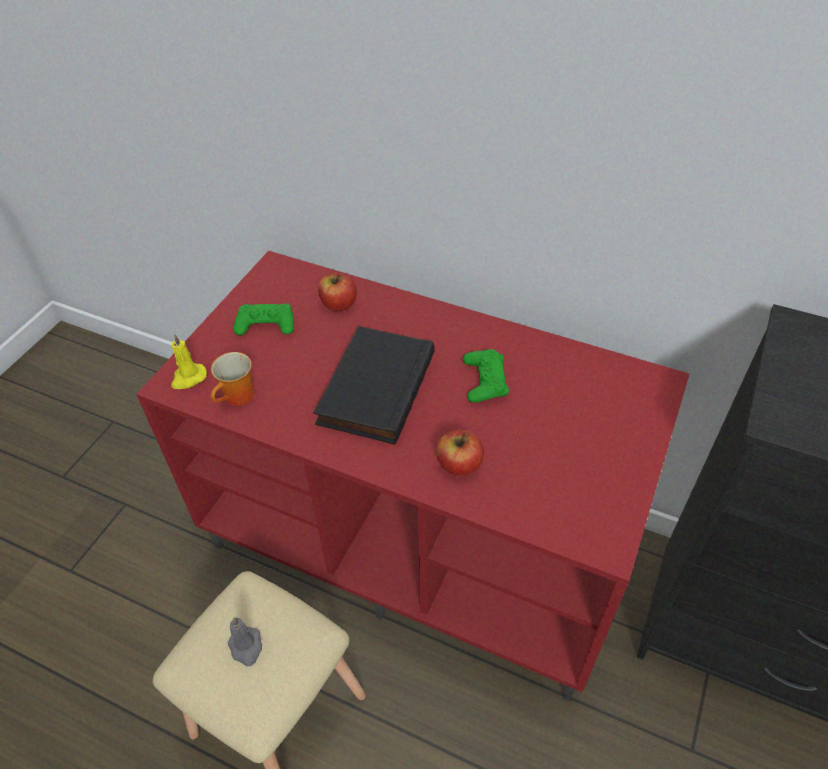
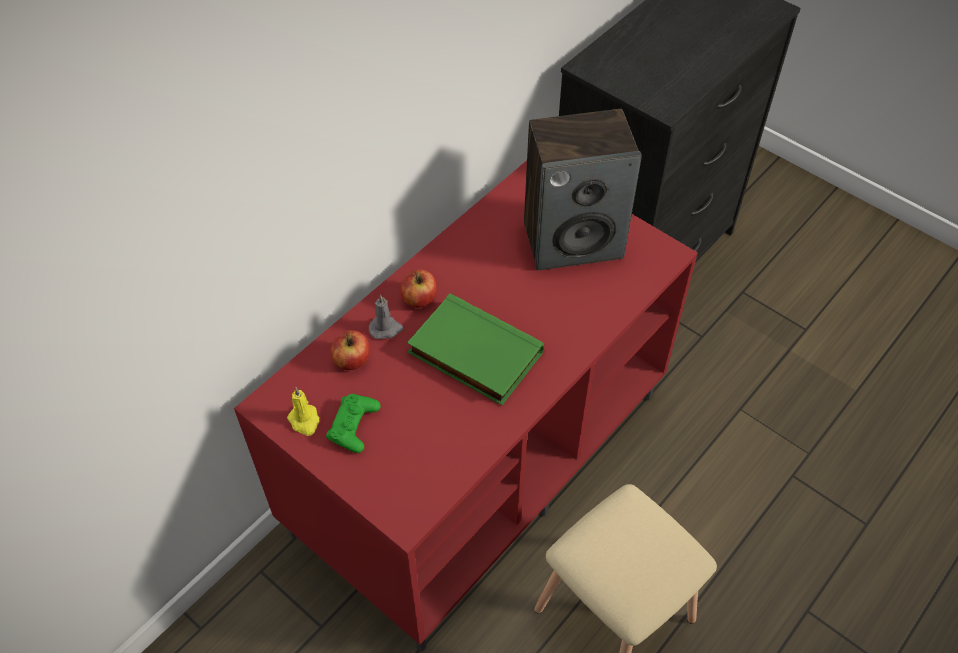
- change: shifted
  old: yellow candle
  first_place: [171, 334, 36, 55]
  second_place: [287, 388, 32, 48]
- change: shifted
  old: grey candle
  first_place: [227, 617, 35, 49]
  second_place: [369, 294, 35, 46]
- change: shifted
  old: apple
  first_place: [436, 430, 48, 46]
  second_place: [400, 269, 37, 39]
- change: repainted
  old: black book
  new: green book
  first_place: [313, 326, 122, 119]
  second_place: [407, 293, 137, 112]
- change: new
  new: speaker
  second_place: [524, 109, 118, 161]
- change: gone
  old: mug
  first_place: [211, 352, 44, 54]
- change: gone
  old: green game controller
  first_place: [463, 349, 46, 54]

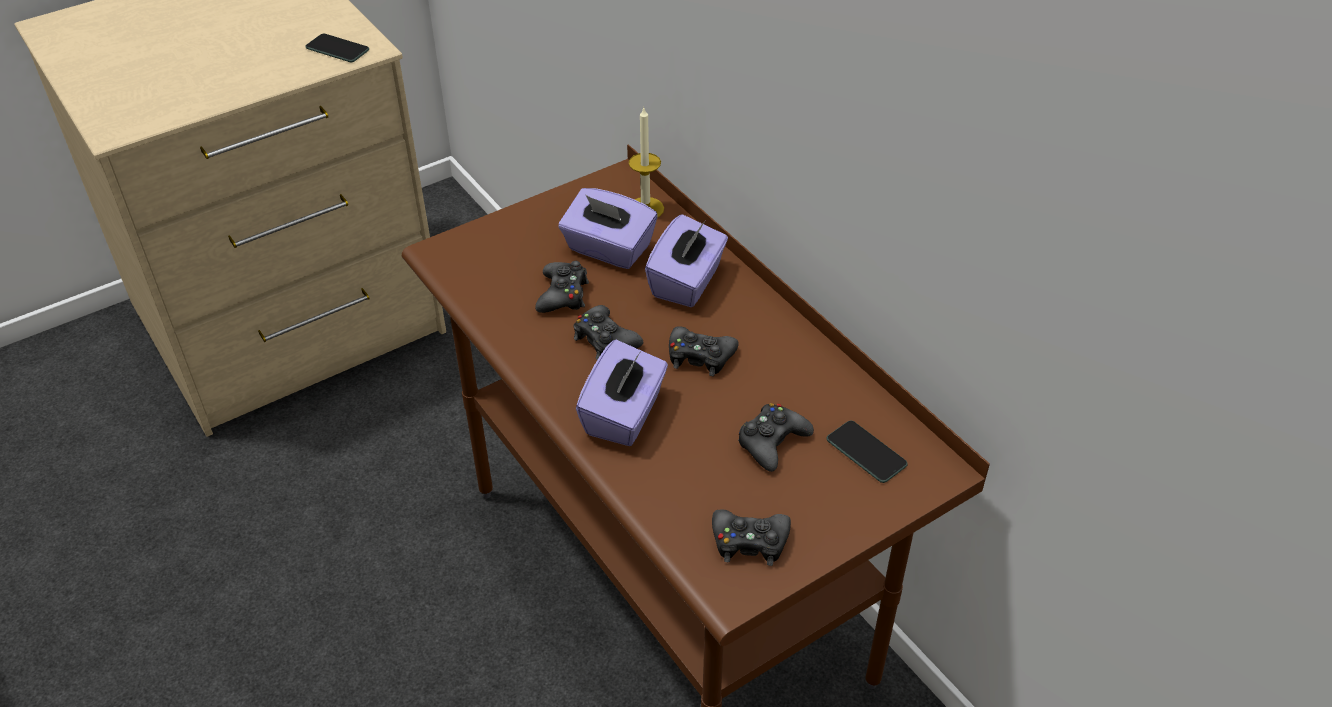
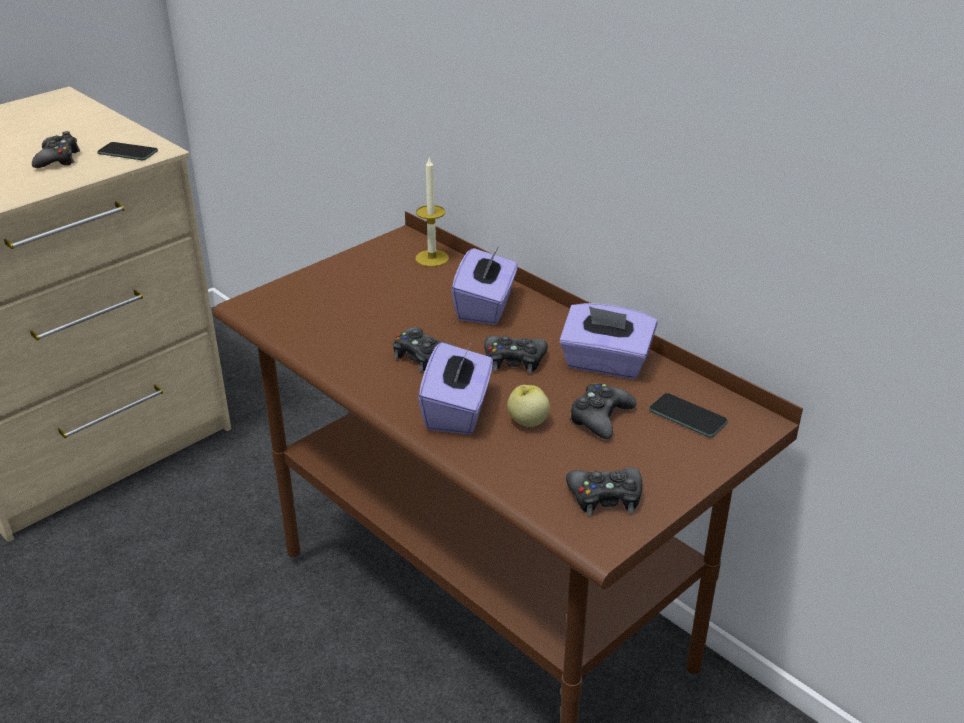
- change: shifted
  old: black game controller
  first_place: [535, 261, 54, 52]
  second_place: [32, 131, 48, 37]
- change: new
  new: apple
  second_place: [507, 385, 43, 42]
- change: shifted
  old: purple tissue box
  first_place: [559, 188, 98, 81]
  second_place: [559, 303, 98, 76]

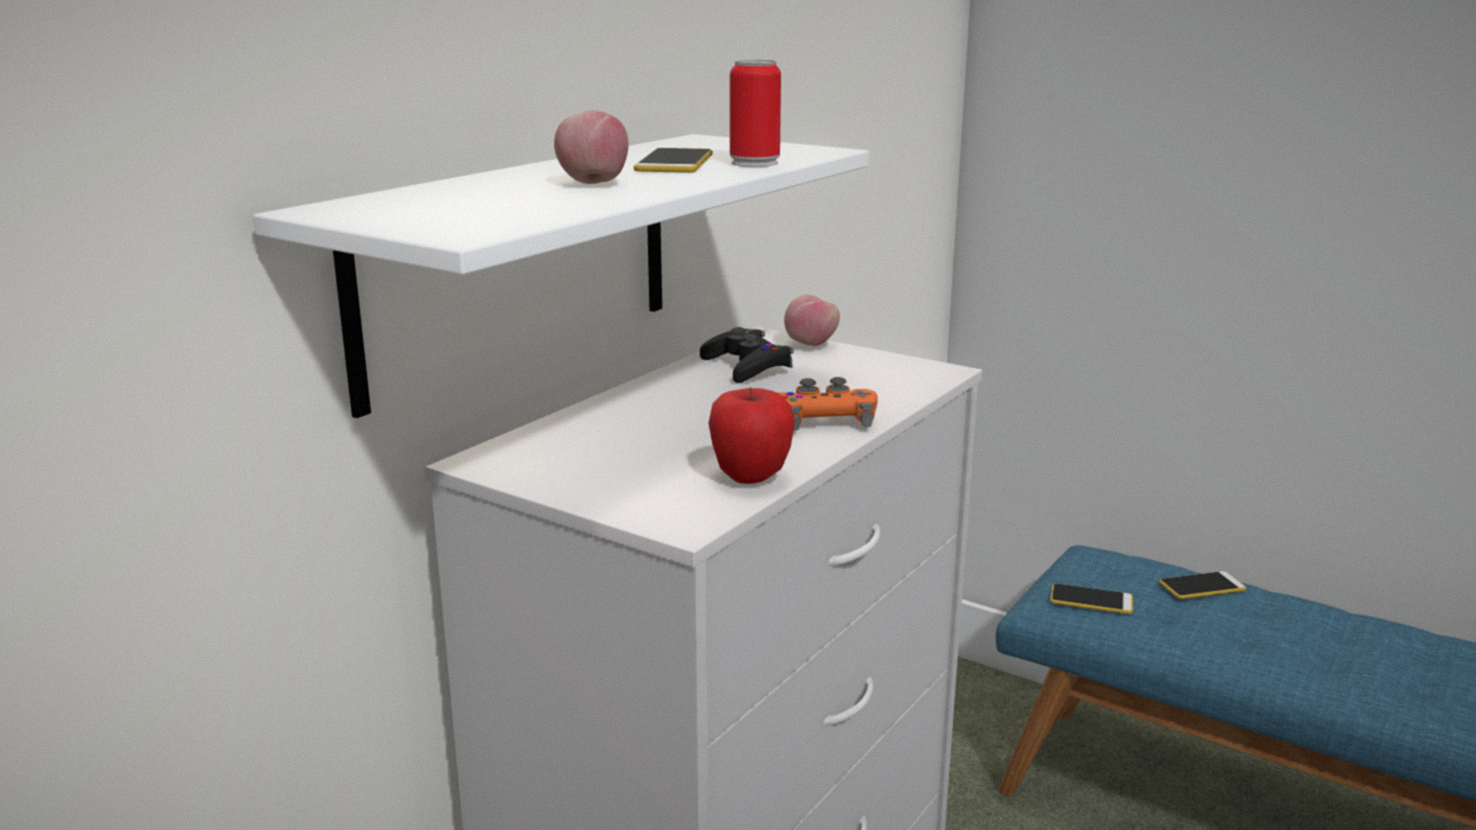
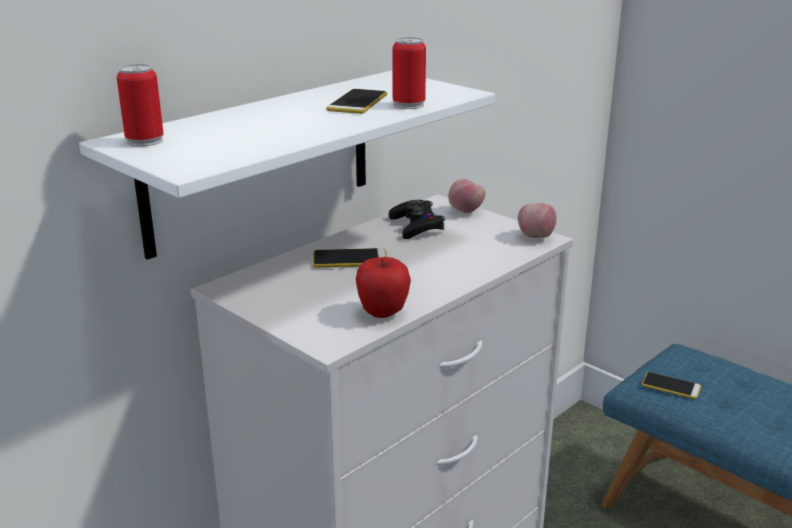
- change: new
  new: can
  second_place: [117, 64, 47, 83]
- change: shifted
  old: phone
  first_place: [1159, 571, 87, 28]
  second_place: [312, 248, 75, 20]
- change: shifted
  old: apple
  first_place: [554, 110, 75, 74]
  second_place: [518, 203, 39, 35]
- change: gone
  old: orange game controller
  first_place: [777, 377, 101, 53]

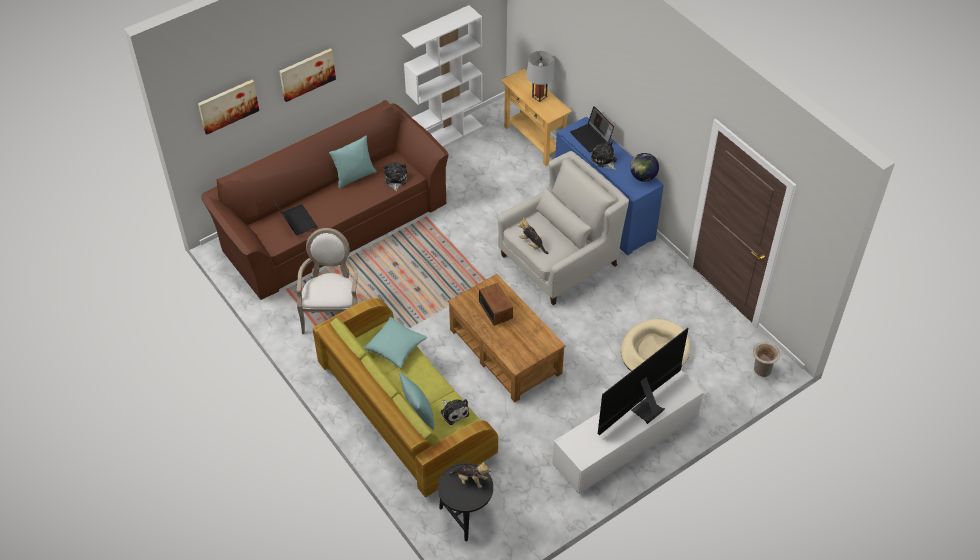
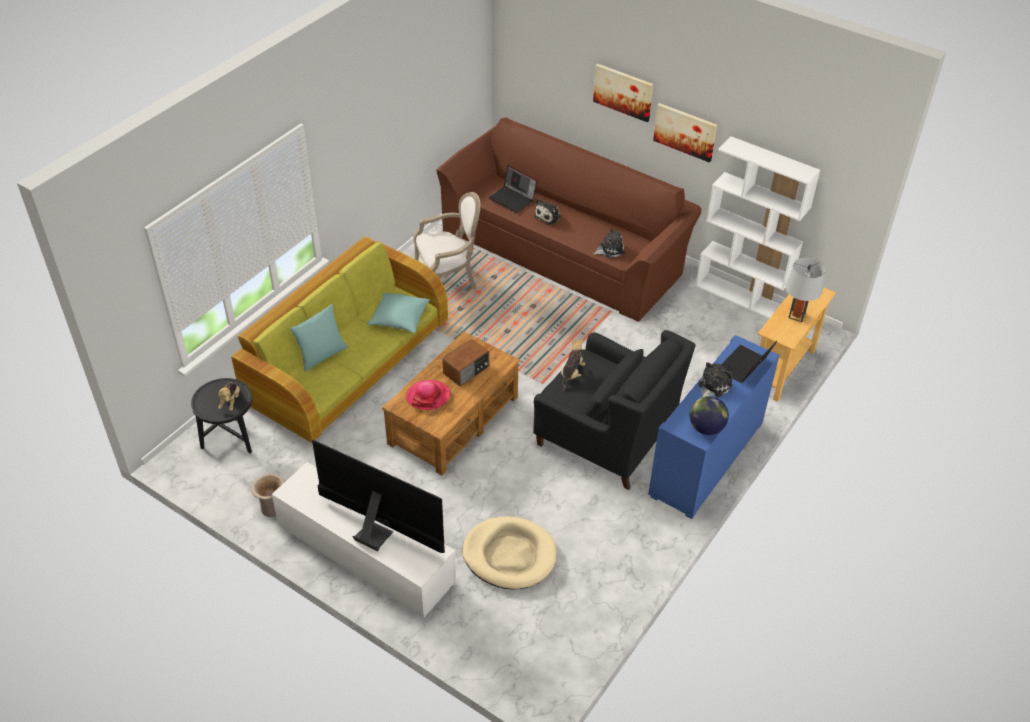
- change: shifted
  old: beige vase
  first_place: [753, 342, 27, 35]
  second_place: [251, 474, 33, 43]
- change: new
  new: hat
  second_place: [406, 380, 45, 30]
- change: rotated
  old: laptop
  first_place: [273, 200, 44, 35]
  second_place: [489, 166, 48, 47]
  degrees: 90
- change: repainted
  old: white armchair
  new: black armchair
  first_place: [497, 151, 132, 154]
  second_place: [533, 330, 163, 160]
- change: shifted
  old: plush toy
  first_place: [441, 399, 28, 26]
  second_place: [534, 199, 27, 26]
- change: shifted
  old: picture
  first_place: [198, 80, 61, 55]
  second_place: [653, 103, 64, 60]
- change: gone
  old: turquoise pillow
  first_place: [329, 136, 48, 52]

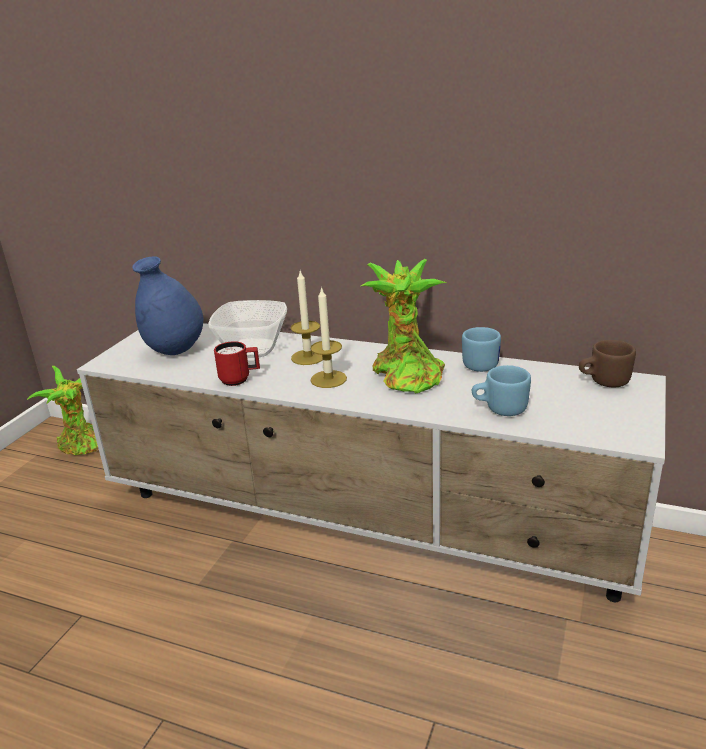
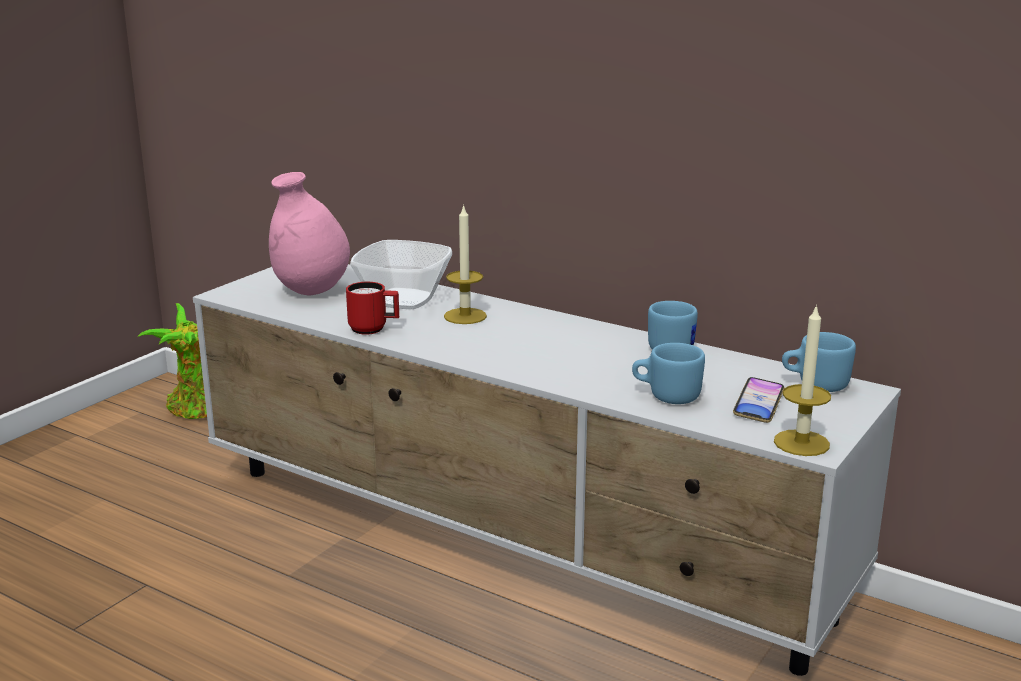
- change: repainted
  old: blue vase
  new: pink vase
  first_place: [132, 256, 71, 99]
  second_place: [269, 172, 81, 123]
- change: new
  new: phone
  second_place: [733, 377, 52, 46]
- change: shifted
  old: candle
  first_place: [310, 286, 37, 102]
  second_place: [774, 304, 57, 152]
- change: repainted
  old: brown mug
  new: blue mug
  first_place: [579, 340, 57, 47]
  second_place: [782, 332, 74, 60]
- change: gone
  old: potted plant
  first_place: [361, 259, 86, 135]

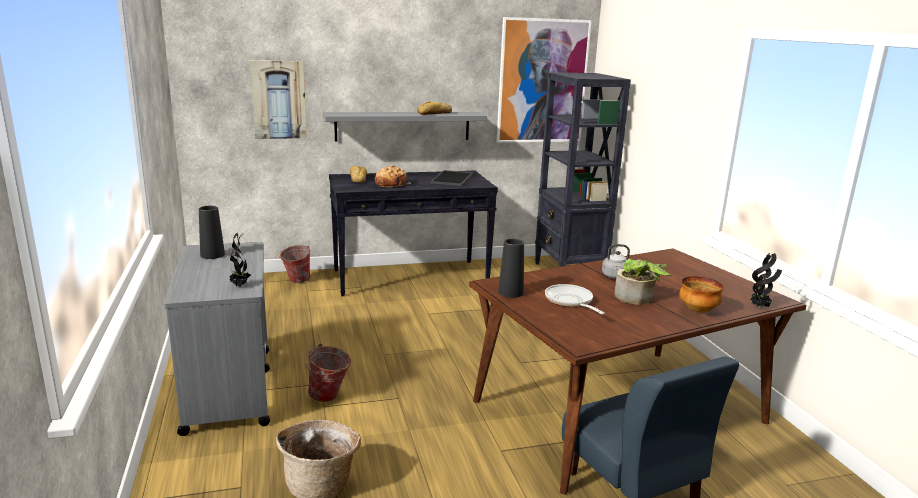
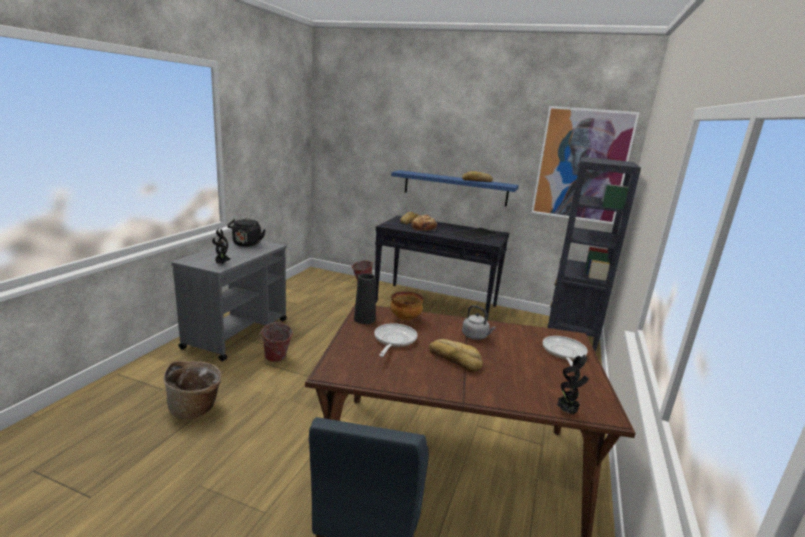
- change: swapped
  old: black vase
  new: black kettle
  first_place: [199, 206, 26, 53]
  second_place: [227, 218, 38, 29]
- change: shifted
  old: bowl
  first_place: [679, 276, 45, 36]
  second_place: [390, 291, 33, 30]
- change: repainted
  old: grey shelf
  new: blue shelf
  first_place: [323, 112, 164, 29]
  second_place: [391, 170, 128, 37]
- change: swapped
  old: potted plant
  new: bread
  first_place: [614, 259, 57, 46]
  second_place: [429, 339, 54, 33]
- change: new
  new: frying pan
  second_place: [543, 336, 45, 30]
- change: gone
  old: picture
  first_place: [250, 60, 57, 79]

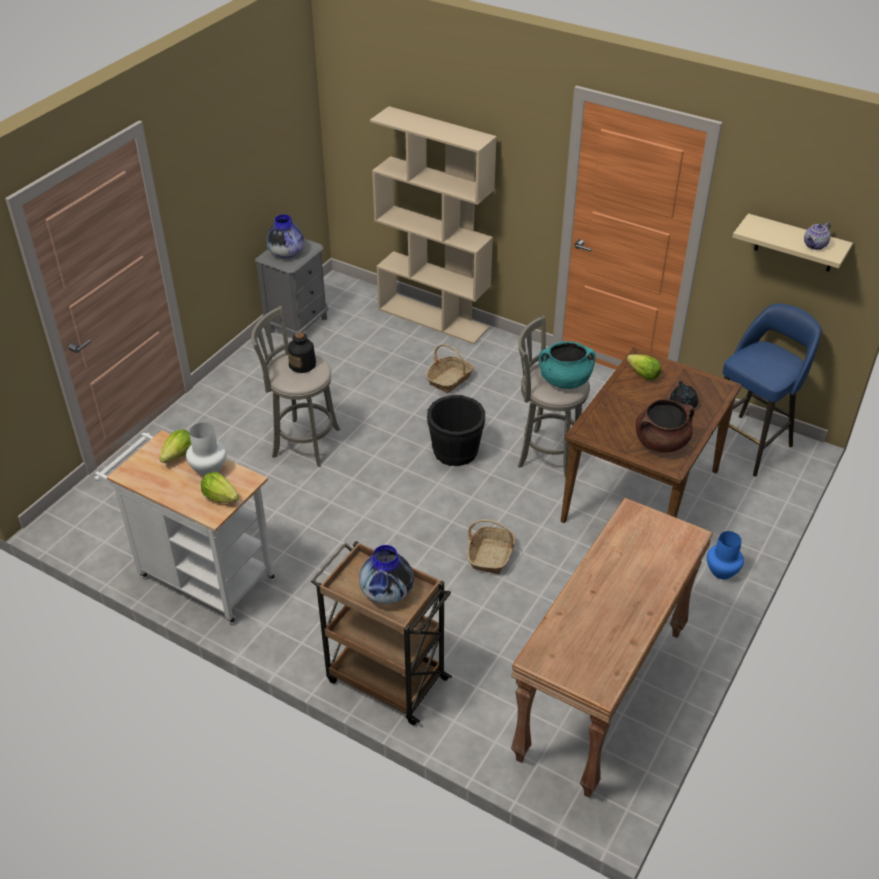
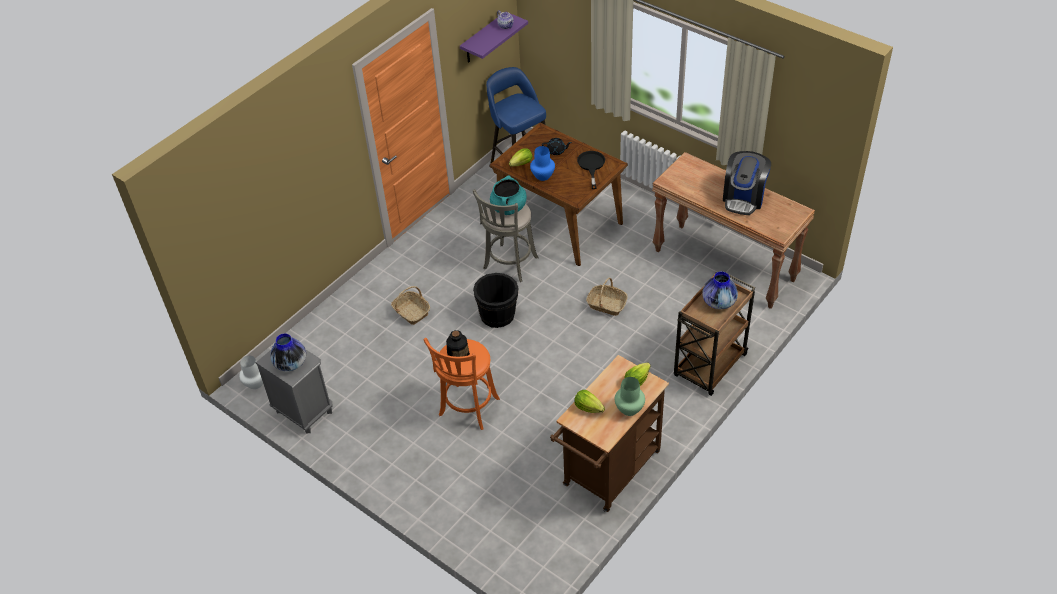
- change: shifted
  old: white vase
  first_place: [186, 423, 41, 54]
  second_place: [239, 356, 24, 33]
- change: repainted
  old: grey stool
  new: orange stool
  first_place: [251, 306, 89, 161]
  second_place: [424, 338, 76, 92]
- change: repainted
  old: beige shelf
  new: purple shelf
  first_place: [733, 213, 120, 59]
  second_place: [460, 11, 68, 52]
- change: shifted
  old: blue vase
  first_place: [707, 531, 37, 48]
  second_place: [530, 146, 25, 35]
- change: repainted
  old: white cart
  new: brown cart
  first_place: [94, 430, 182, 194]
  second_place: [550, 355, 119, 157]
- change: swapped
  old: brown cooking pot
  new: black frying pan
  first_place: [636, 399, 58, 54]
  second_place: [577, 151, 28, 38]
- change: new
  new: green vase
  second_place: [615, 377, 30, 39]
- change: new
  new: coffee machine
  second_place: [723, 151, 48, 64]
- change: gone
  old: beige bookcase
  first_place: [370, 106, 127, 238]

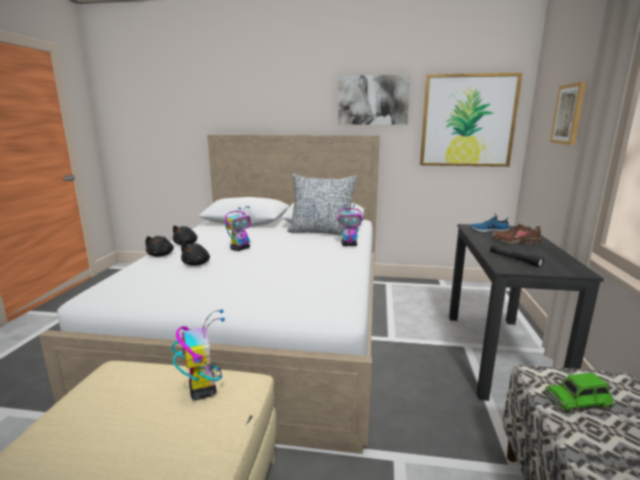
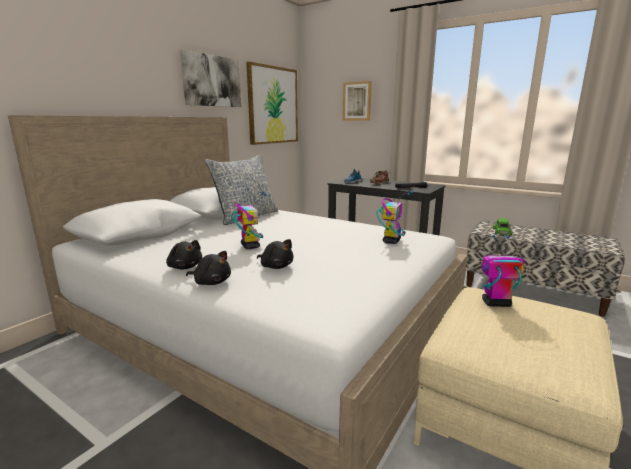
- change: shifted
  old: toy robot
  first_place: [337, 204, 26, 42]
  second_place: [377, 191, 36, 53]

